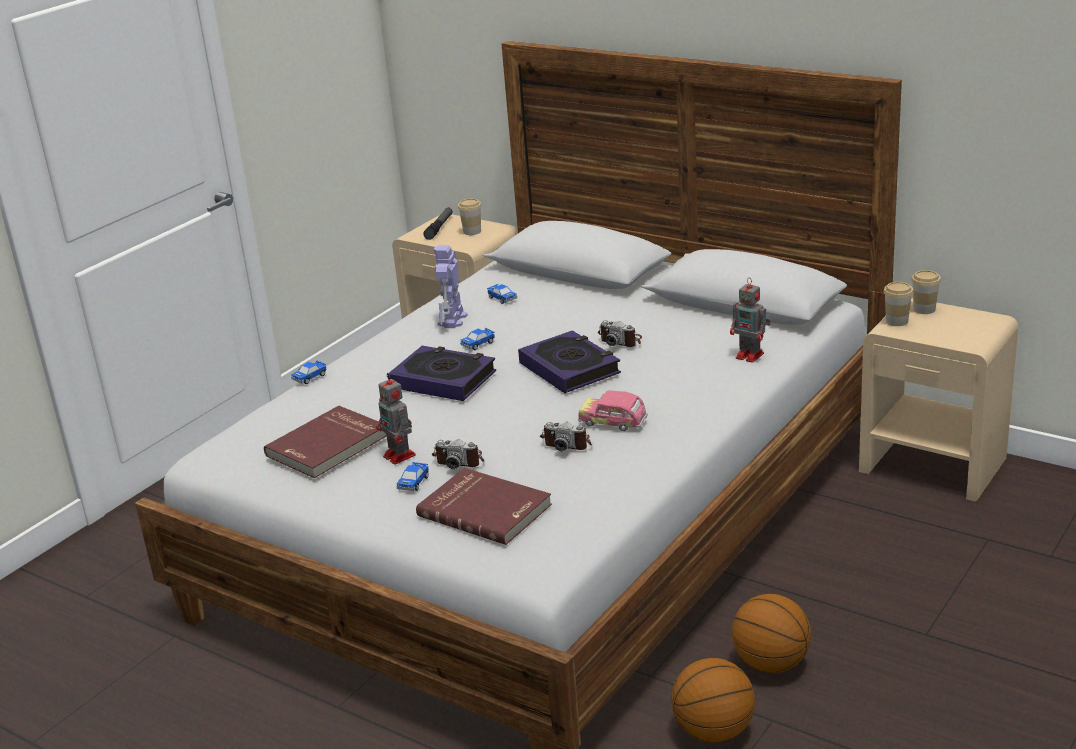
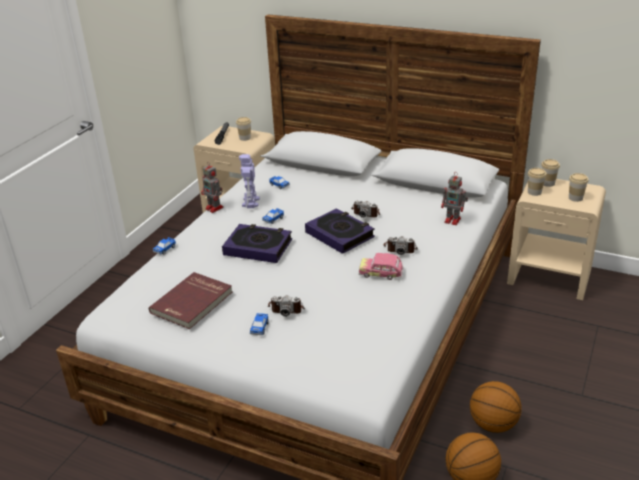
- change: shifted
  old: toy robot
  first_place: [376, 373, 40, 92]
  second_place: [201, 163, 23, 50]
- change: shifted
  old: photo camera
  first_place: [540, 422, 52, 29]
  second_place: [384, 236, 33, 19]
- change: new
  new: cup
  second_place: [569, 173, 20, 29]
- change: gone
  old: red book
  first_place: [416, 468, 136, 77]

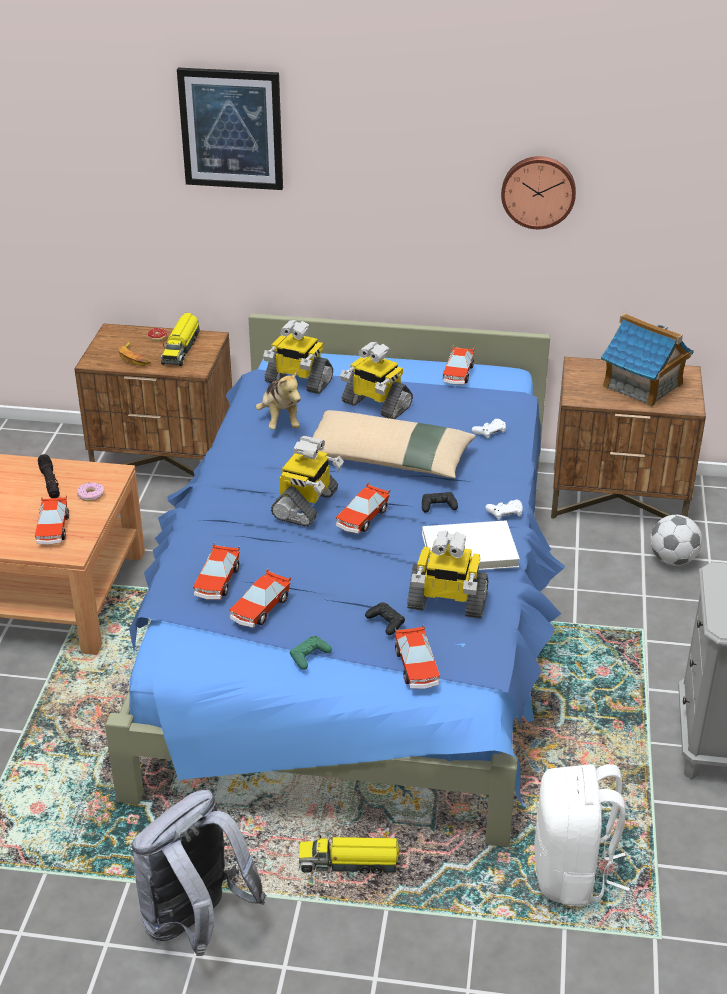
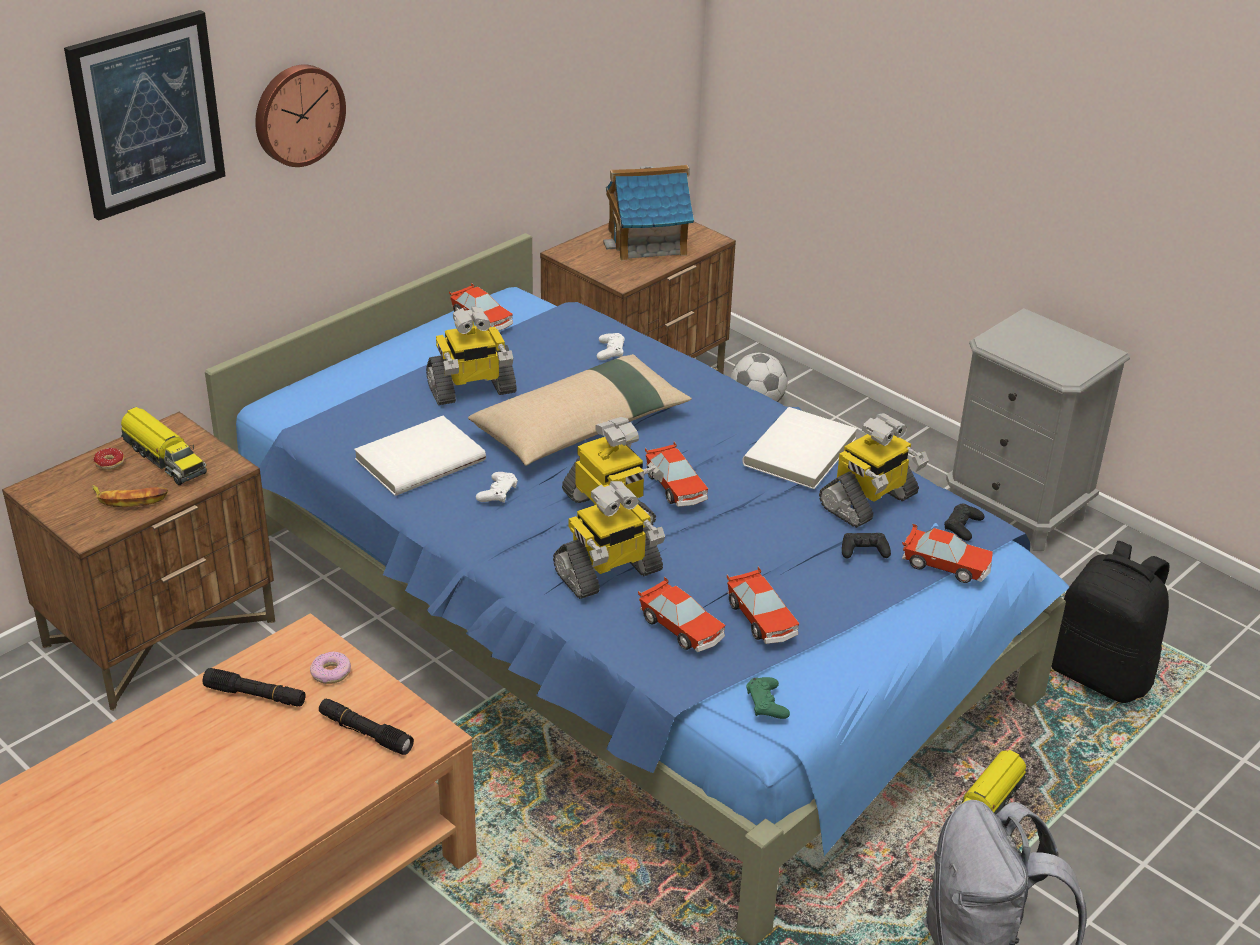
- change: shifted
  old: wall clock
  first_place: [501, 156, 75, 73]
  second_place: [255, 64, 91, 103]
- change: swapped
  old: toy car
  new: black flashlight
  first_place: [35, 496, 34, 49]
  second_place: [319, 699, 95, 56]
- change: swapped
  old: plush toy
  new: white book
  first_place: [256, 370, 45, 60]
  second_place: [354, 416, 132, 80]
- change: shifted
  old: white game controller
  first_place: [485, 500, 38, 20]
  second_place: [476, 472, 42, 31]
- change: shifted
  old: toy robot
  first_place: [263, 320, 70, 74]
  second_place: [553, 481, 112, 118]
- change: shifted
  old: green game controller
  first_place: [290, 636, 42, 34]
  second_place: [746, 677, 44, 42]
- change: shifted
  old: black game controller
  first_place: [422, 492, 36, 21]
  second_place: [944, 504, 41, 37]
- change: repainted
  old: white backpack
  new: black backpack
  first_place: [534, 764, 96, 141]
  second_place: [1051, 541, 118, 162]

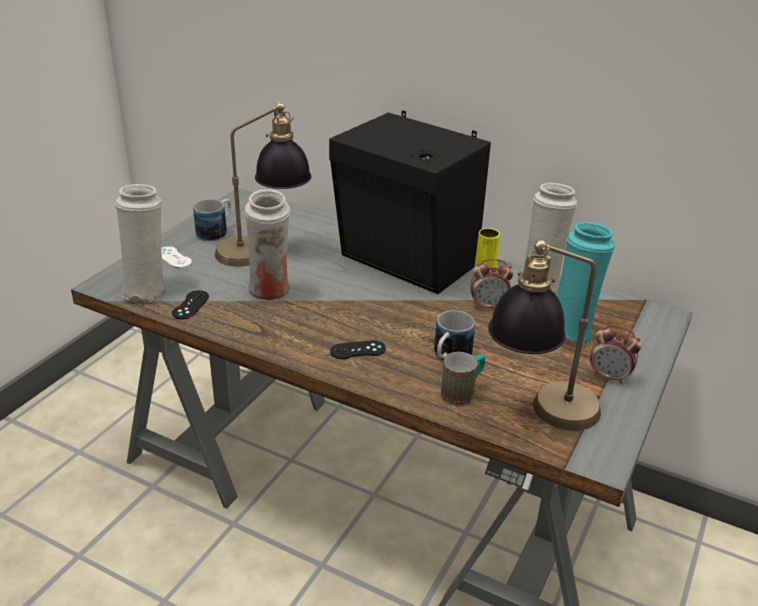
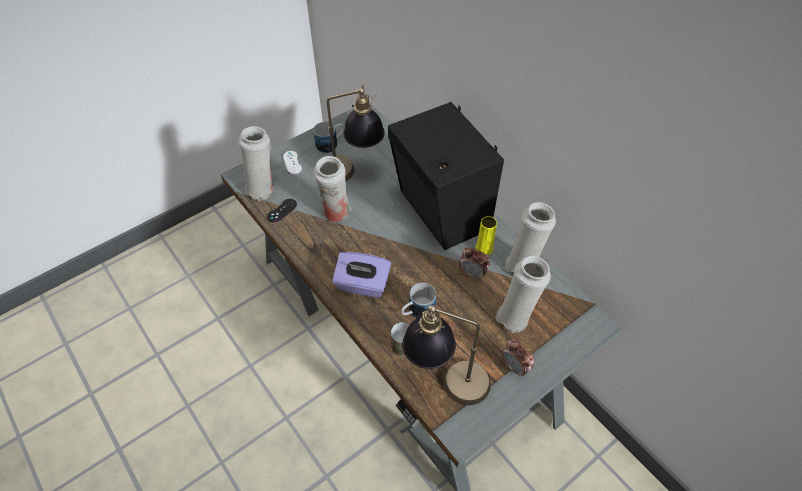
- change: swapped
  old: black game controller
  new: purple tissue box
  first_place: [330, 340, 56, 19]
  second_place: [332, 252, 59, 46]
- change: repainted
  old: turquoise vase
  new: white vase
  first_place: [557, 222, 58, 123]
  second_place: [495, 256, 56, 77]

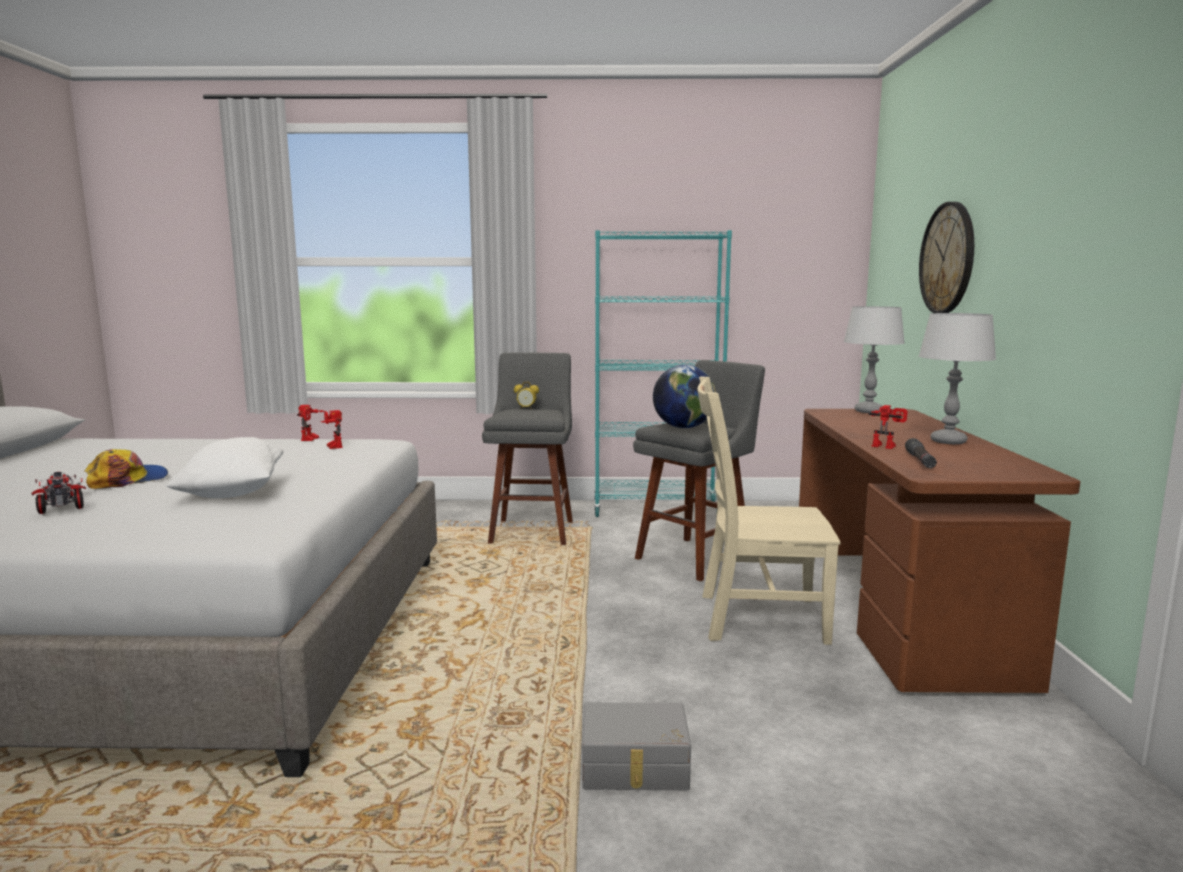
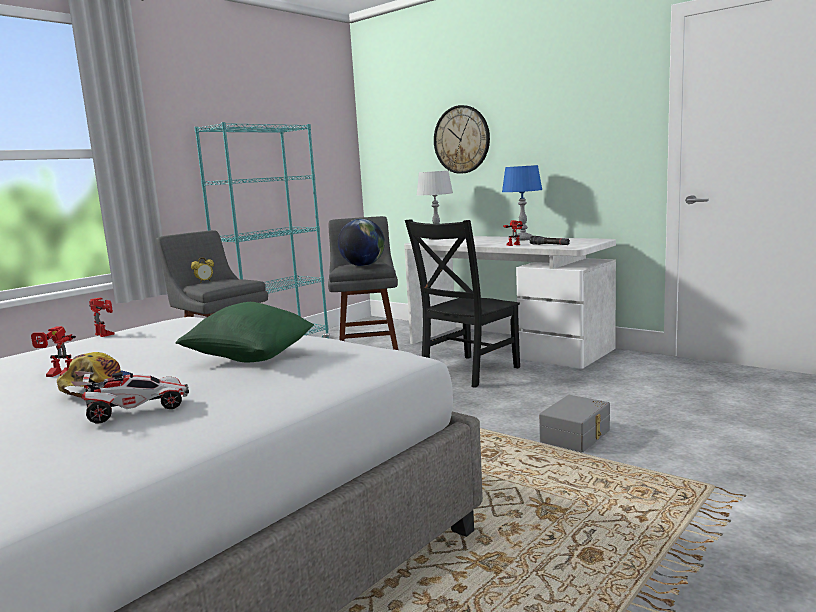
- change: shifted
  old: toy robot
  first_place: [321, 410, 22, 39]
  second_place: [31, 326, 45, 51]
- change: rotated
  old: toy car
  first_place: [31, 472, 55, 42]
  second_place: [72, 371, 117, 53]
  degrees: 150
- change: repainted
  old: white pillow
  new: green pillow
  first_place: [165, 437, 119, 61]
  second_place: [175, 302, 139, 60]
- change: repainted
  old: brown desk
  new: white desk
  first_place: [799, 409, 281, 284]
  second_place: [404, 236, 212, 133]
- change: repainted
  old: beige chair
  new: black chair
  first_place: [697, 377, 143, 268]
  second_place: [405, 220, 115, 168]
- change: repainted
  old: grey table lamp
  new: blue table lamp
  first_place: [919, 313, 77, 131]
  second_place: [502, 165, 41, 76]

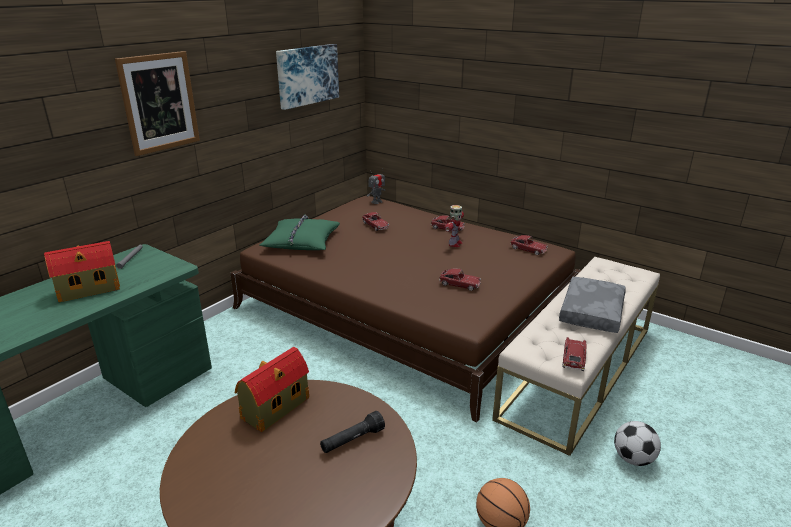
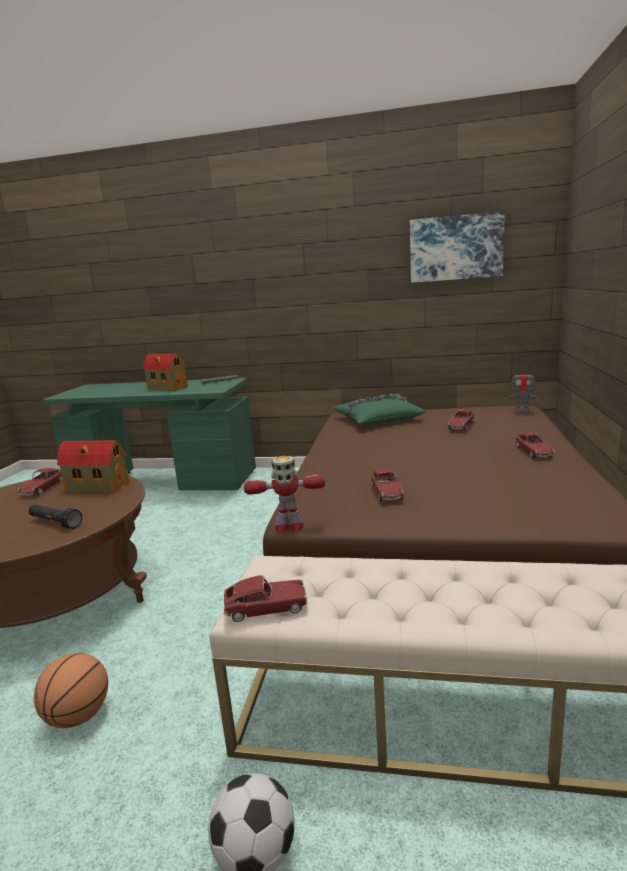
- change: shifted
  old: toy car
  first_place: [510, 235, 38, 20]
  second_place: [17, 468, 46, 27]
- change: shifted
  old: toy robot
  first_place: [445, 205, 19, 42]
  second_place: [244, 456, 81, 77]
- change: gone
  old: picture
  first_place: [115, 51, 85, 105]
- change: gone
  old: grey pillow
  first_place: [559, 277, 67, 56]

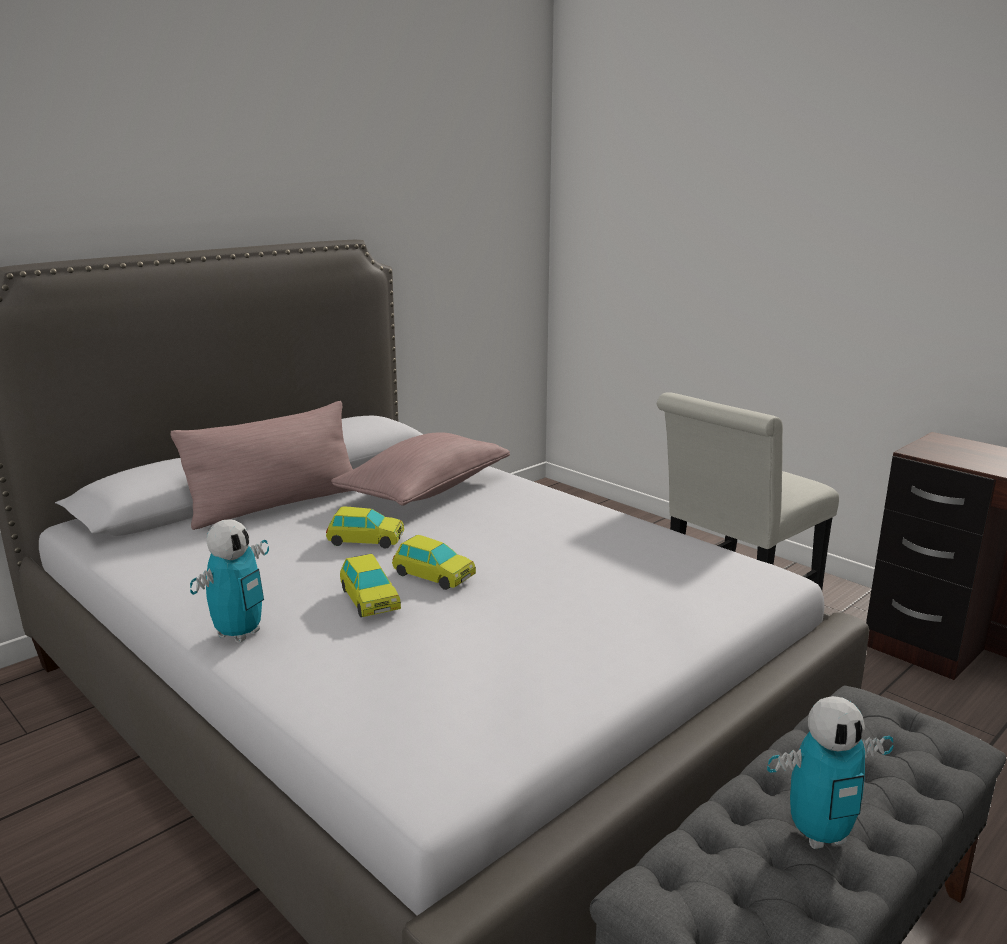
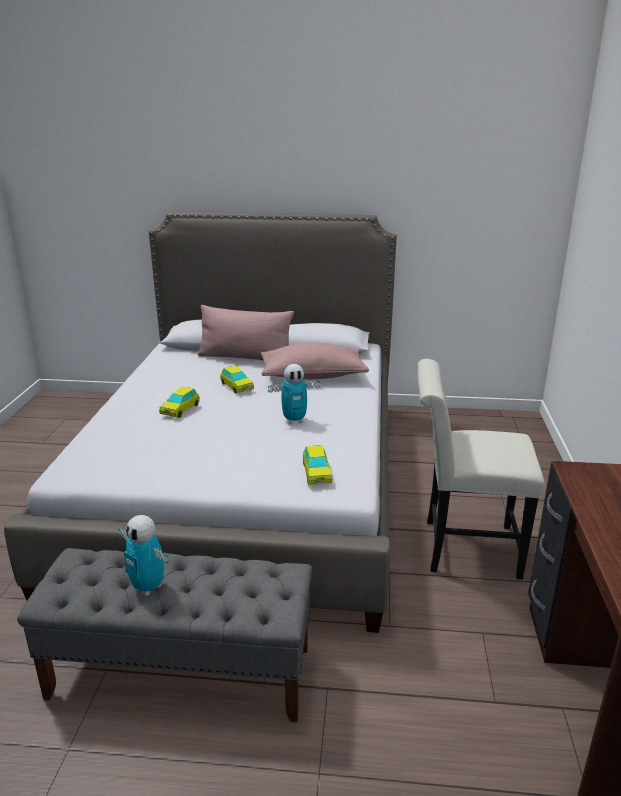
- change: shifted
  old: toy robot
  first_place: [190, 519, 79, 124]
  second_place: [268, 364, 52, 60]
- change: shifted
  old: toy car
  first_place: [392, 535, 84, 55]
  second_place: [303, 445, 29, 40]

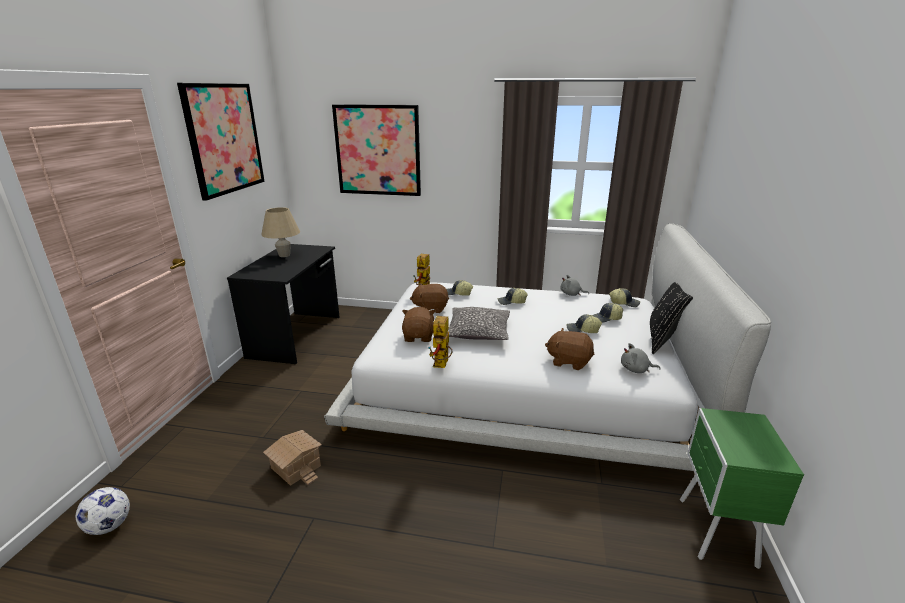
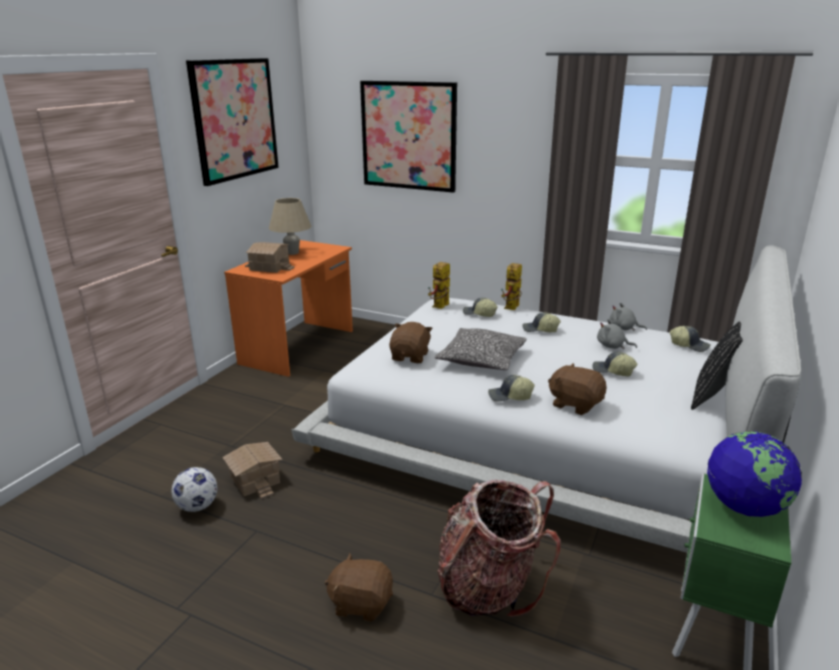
- change: shifted
  old: football
  first_place: [76, 487, 54, 48]
  second_place: [171, 467, 46, 45]
- change: repainted
  old: black desk
  new: orange desk
  first_place: [227, 244, 113, 120]
  second_place: [224, 240, 129, 137]
- change: new
  new: toy house
  second_place: [245, 242, 49, 31]
- change: shifted
  old: brown plush toy
  first_place: [410, 283, 39, 30]
  second_place: [324, 553, 69, 69]
- change: new
  new: backpack
  second_place: [438, 479, 123, 138]
- change: shifted
  old: cap
  first_place: [592, 303, 31, 20]
  second_place: [488, 375, 47, 26]
- change: shifted
  old: toy robot
  first_place: [428, 316, 24, 52]
  second_place: [501, 263, 21, 47]
- change: shifted
  old: grey plush toy
  first_place: [621, 343, 40, 30]
  second_place: [597, 319, 40, 30]
- change: new
  new: globe
  second_place: [707, 431, 95, 86]

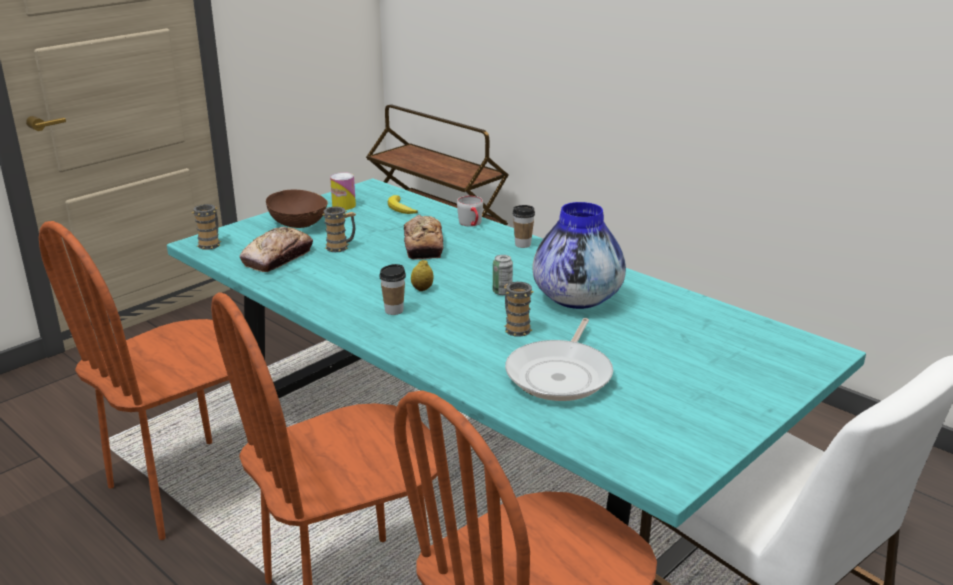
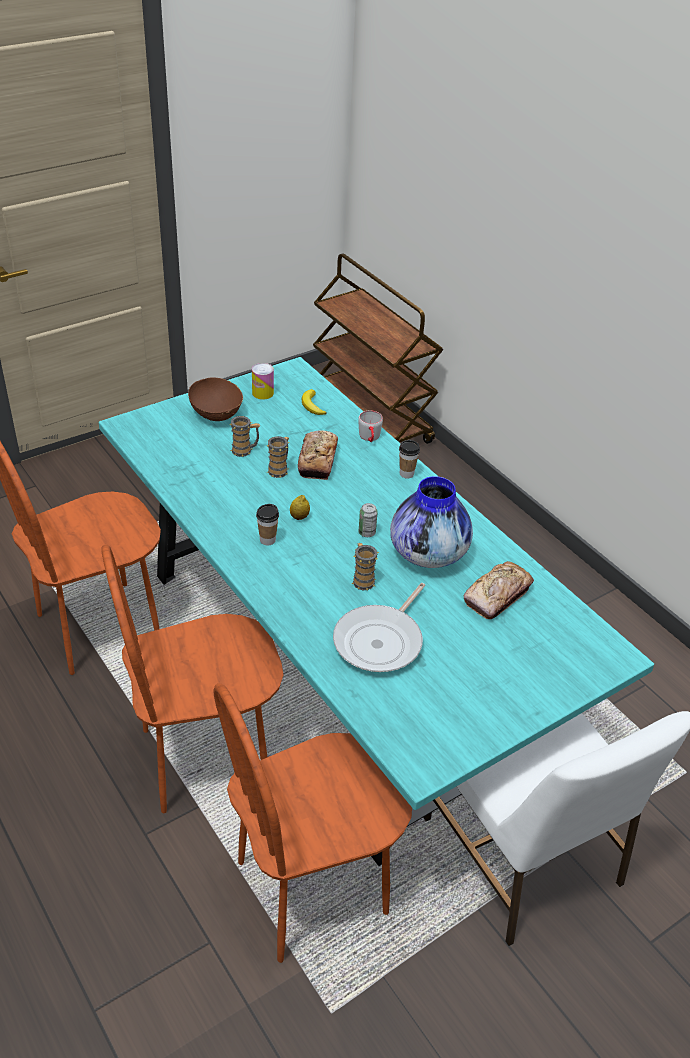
- change: shifted
  old: mug
  first_place: [192, 204, 29, 46]
  second_place: [267, 436, 23, 42]
- change: shifted
  old: bread
  first_place: [239, 227, 74, 45]
  second_place: [464, 561, 70, 58]

